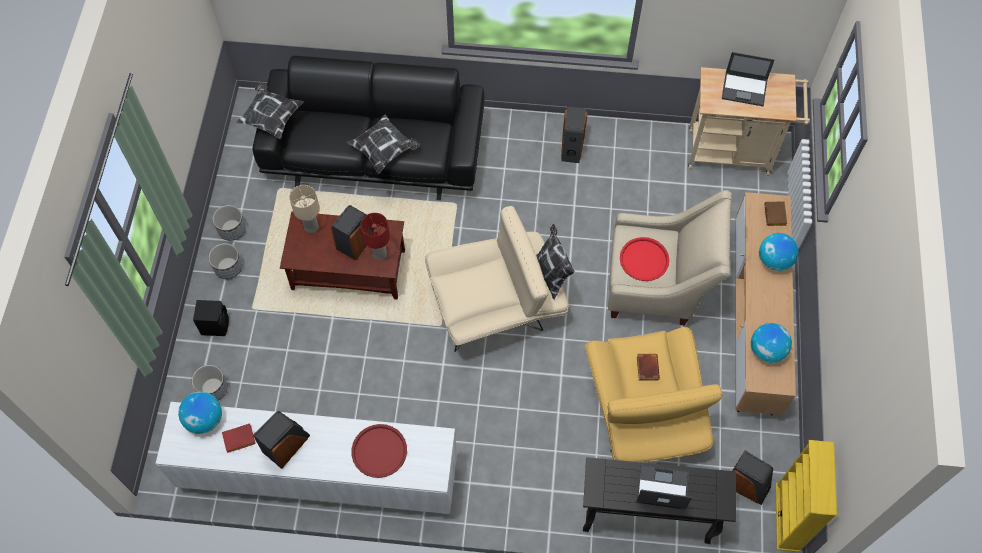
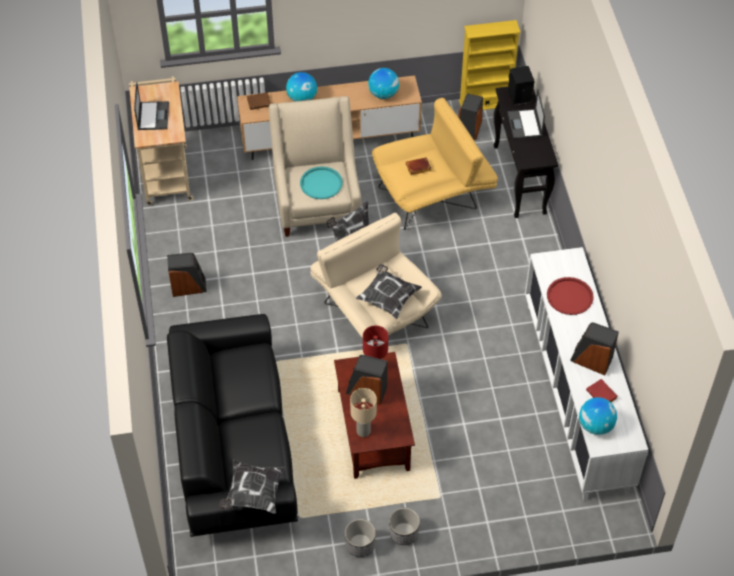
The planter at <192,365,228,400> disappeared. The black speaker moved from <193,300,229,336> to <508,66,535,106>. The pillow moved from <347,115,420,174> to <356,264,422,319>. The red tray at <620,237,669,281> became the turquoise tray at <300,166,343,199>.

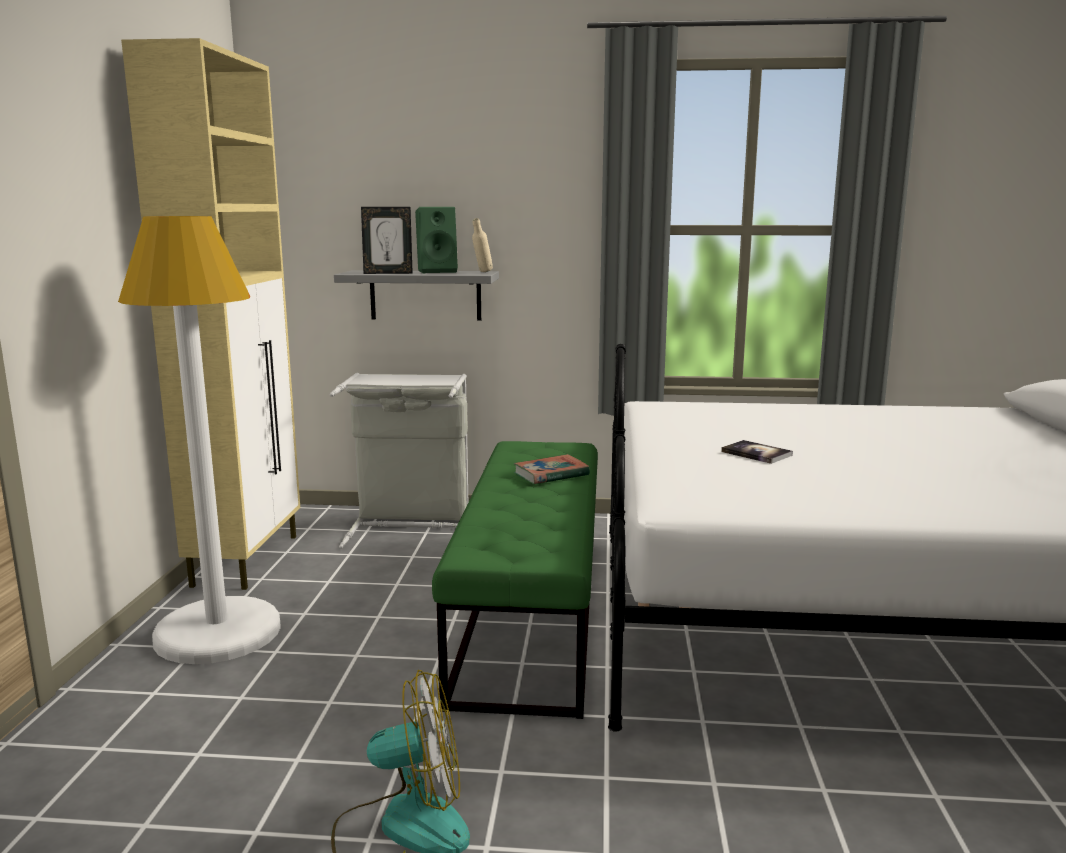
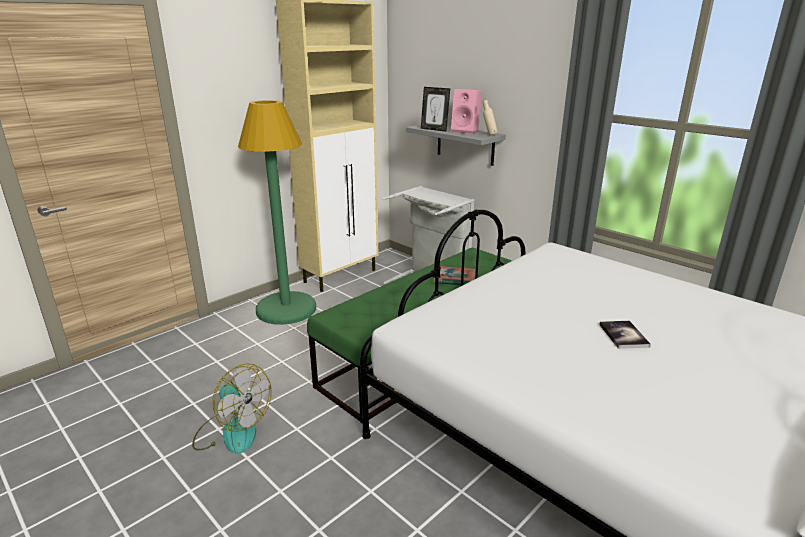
The white floor lamp at <118,216,281,664> became the green floor lamp at <238,100,316,325>. The green speaker at <415,207,458,273> became the pink speaker at <451,89,482,134>. The book moved from <721,440,793,464> to <599,321,651,349>.

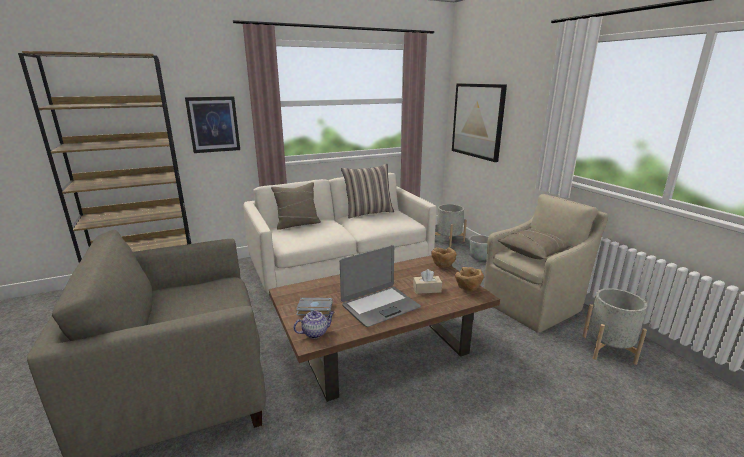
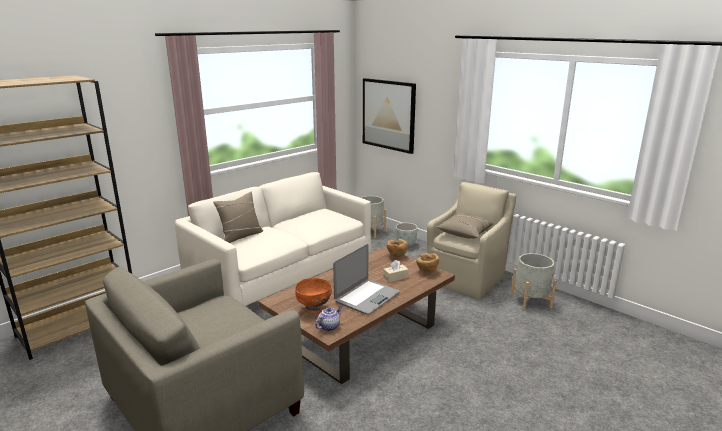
The picture at <185,96,240,153> disappeared. The grey book at <296,298,333,316> was replaced by the orange bowl at <295,278,332,314>. The pillow at <341,164,394,218> disappeared.

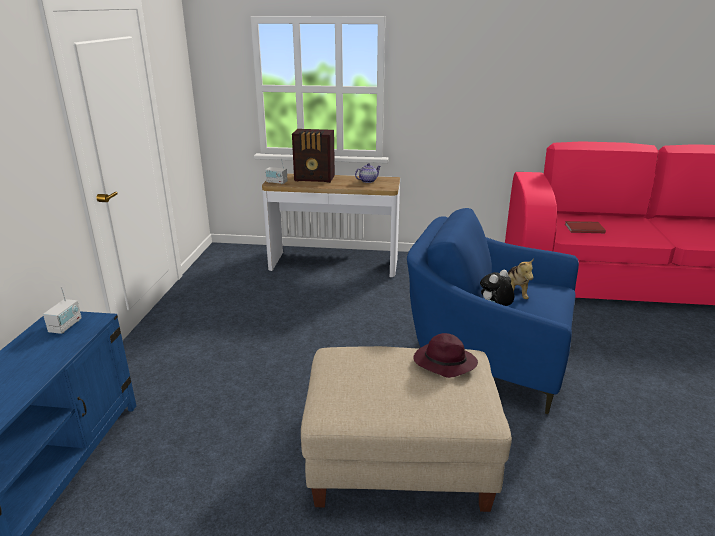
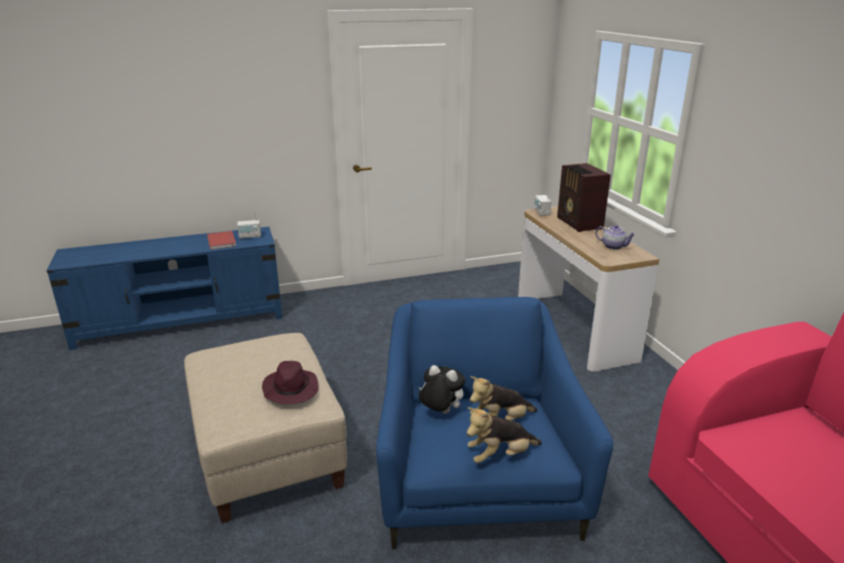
The red book moved from <565,221,606,233> to <207,231,236,250>. The plush toy at <467,407,542,463> appeared.

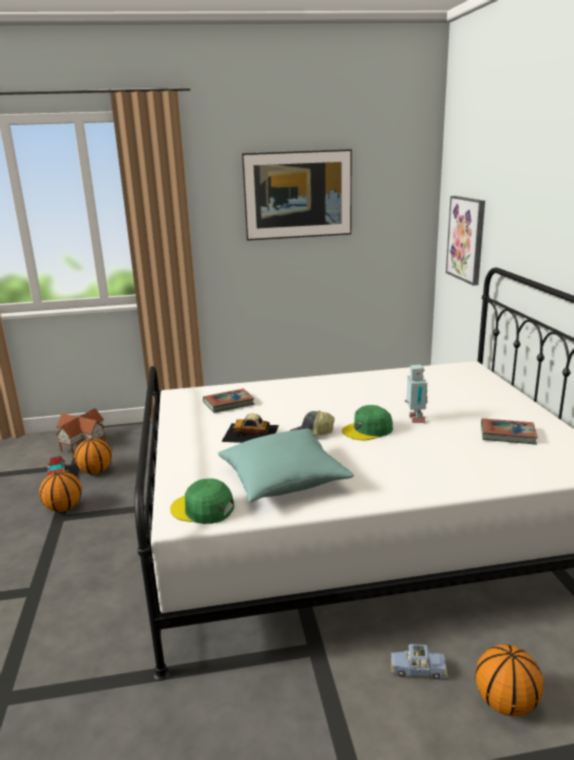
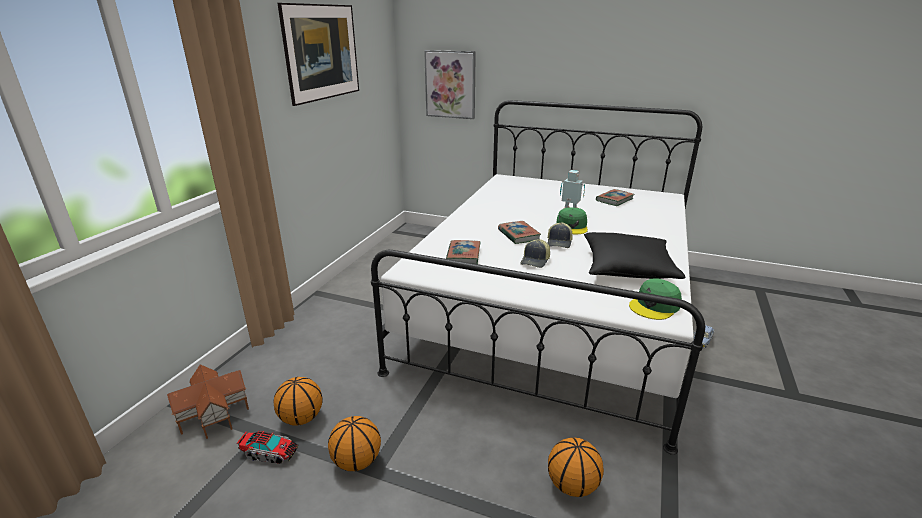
The turquoise pillow at <218,429,354,502> became the black pillow at <584,232,686,279>. The toy car at <221,413,279,443> was replaced by the cap at <520,239,550,268>. The basketball moved from <475,644,543,716> to <548,437,604,497>. The book at <498,221,541,244> appeared.

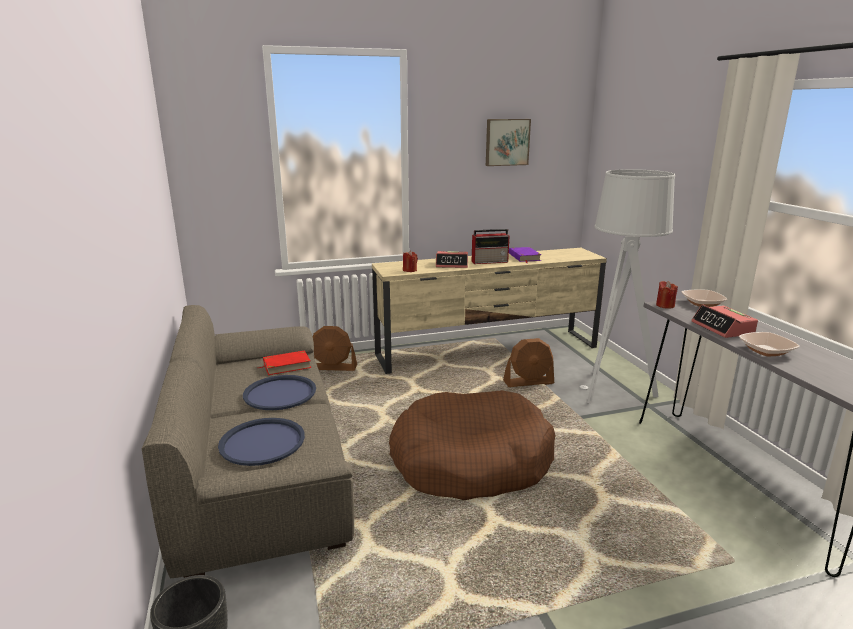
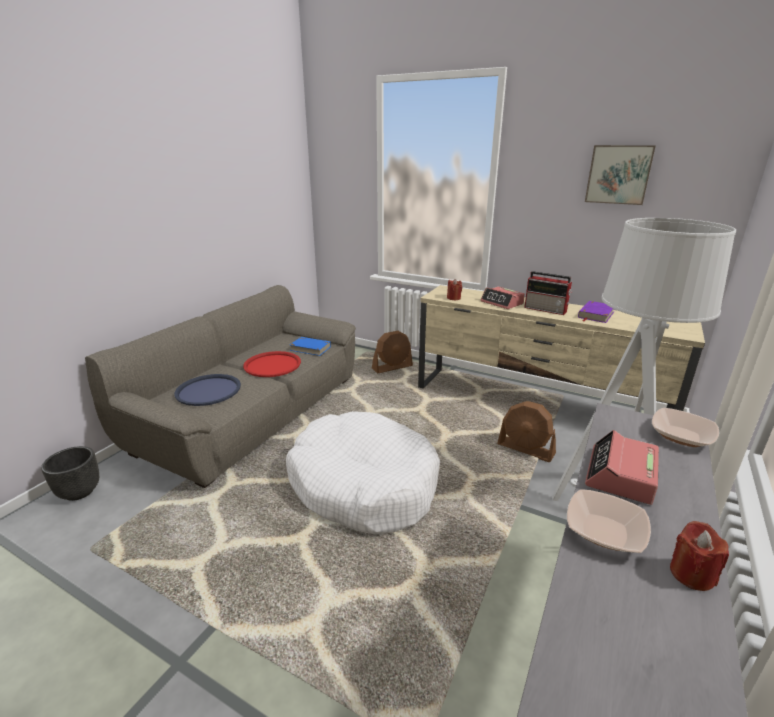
The blue tray at <243,375,316,410> became the red tray at <243,351,301,377>. The red book at <258,350,311,375> became the blue book at <290,337,331,356>. The brown fan at <313,326,357,371> turned 75 degrees counterclockwise. The brown dog bed at <389,390,555,500> became the white dog bed at <286,411,440,535>. The red candle moved from <656,281,678,309> to <670,521,729,591>.

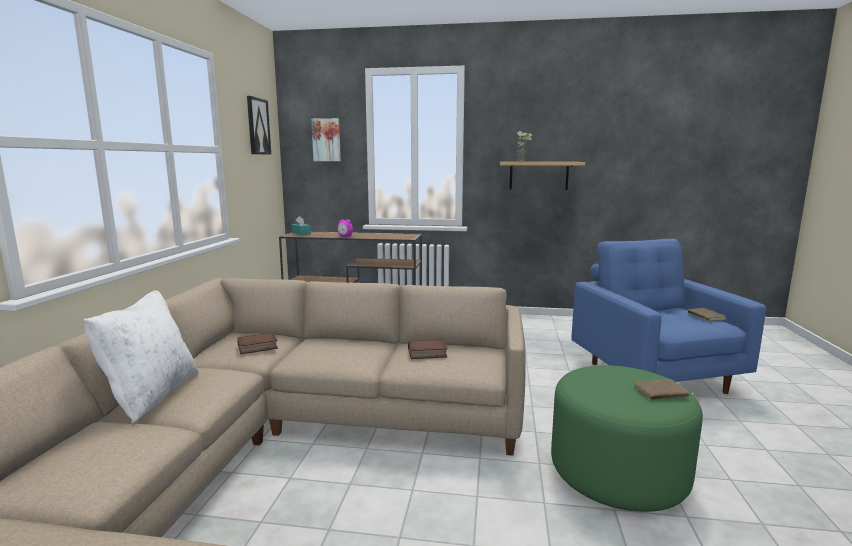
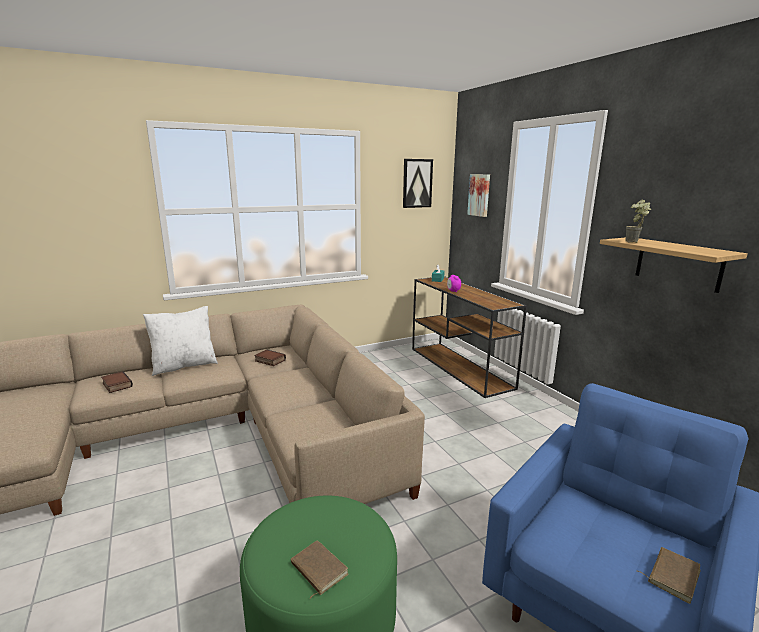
The book moved from <408,339,448,359> to <101,371,133,393>.

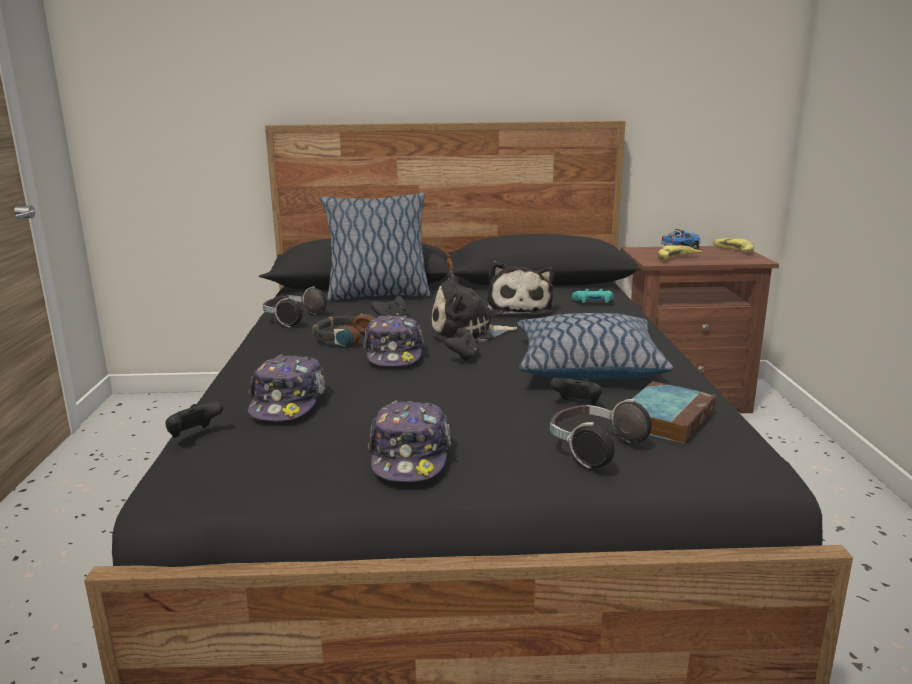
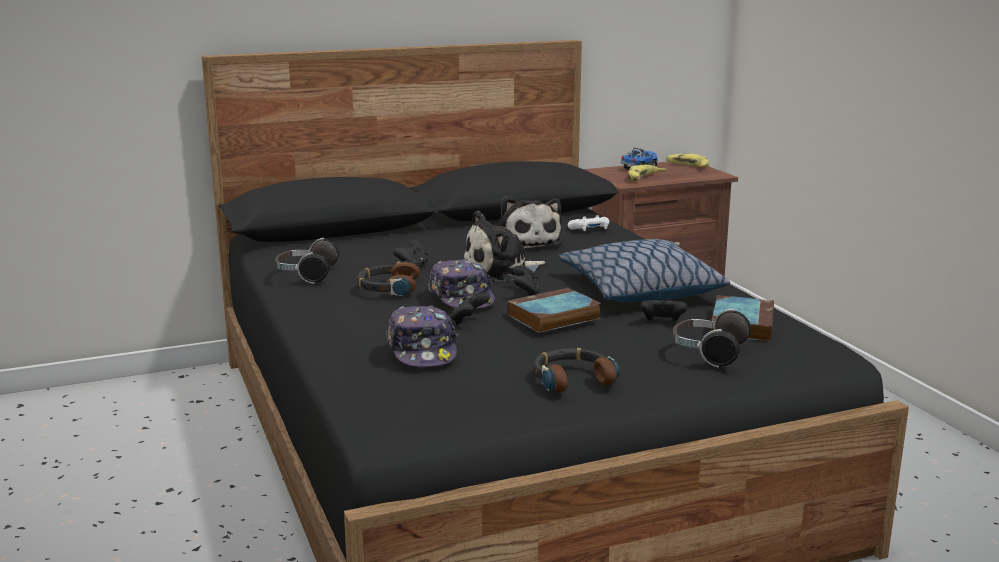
The black game controller moved from <165,402,223,438> to <451,292,490,325>. The pillow at <319,192,431,301> disappeared. The cap at <368,400,451,482> was replaced by the headphones at <533,348,620,392>. The turquoise game controller at <572,289,613,303> became the white game controller at <568,215,609,231>. The book at <507,288,601,333> appeared.

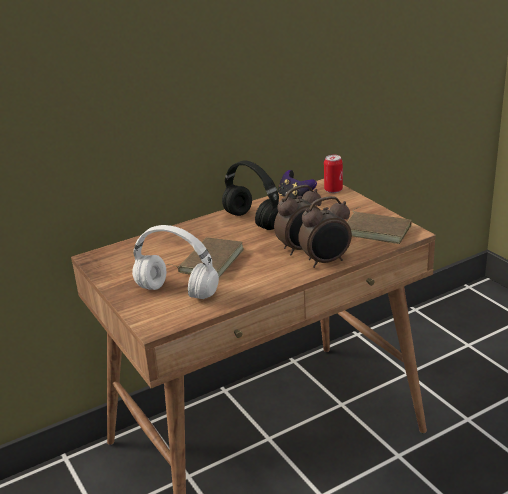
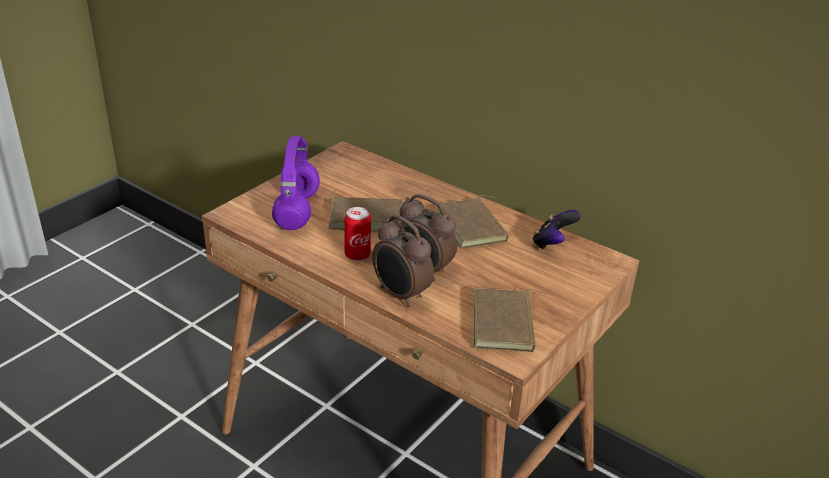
The white headphones at <132,225,219,299> became the purple headphones at <272,136,320,230>. The black headphones at <222,161,279,230> was replaced by the brown book at <436,195,509,249>. The can moved from <324,155,343,193> to <344,207,371,261>.

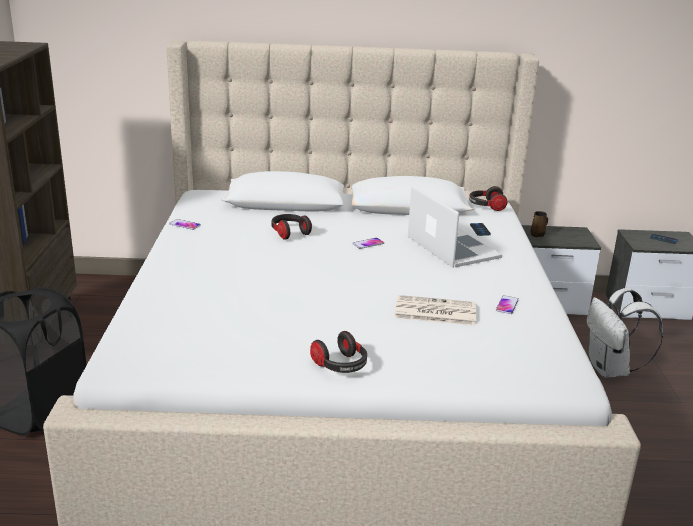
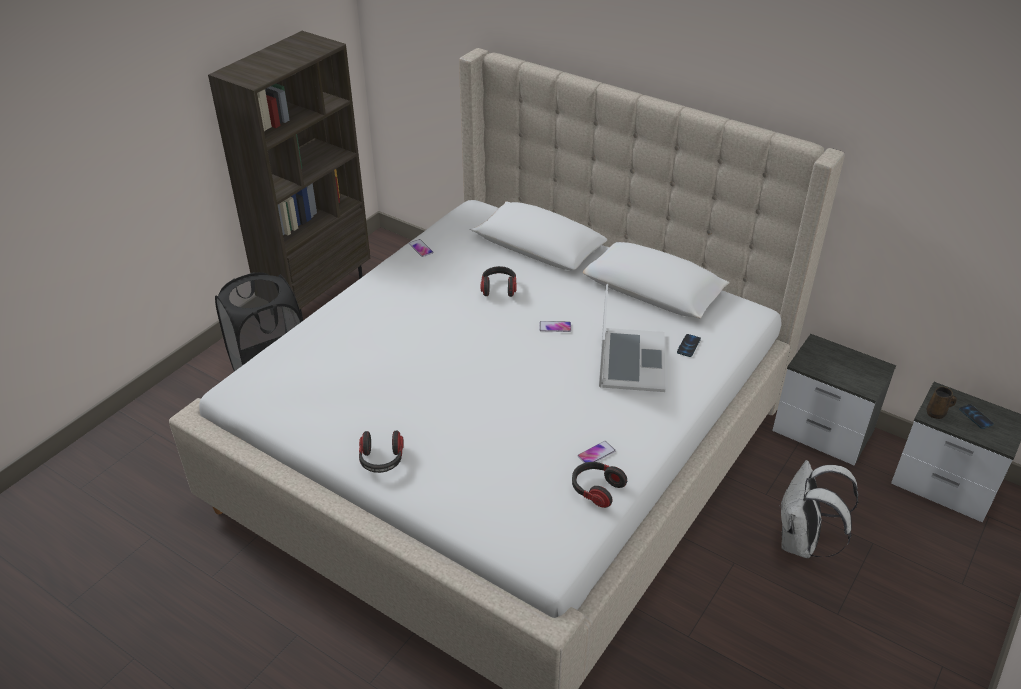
The newspaper at <394,295,476,326> disappeared. The headphones moved from <469,186,507,211> to <572,462,627,508>. The brown mug moved from <530,211,548,237> to <926,386,957,419>.

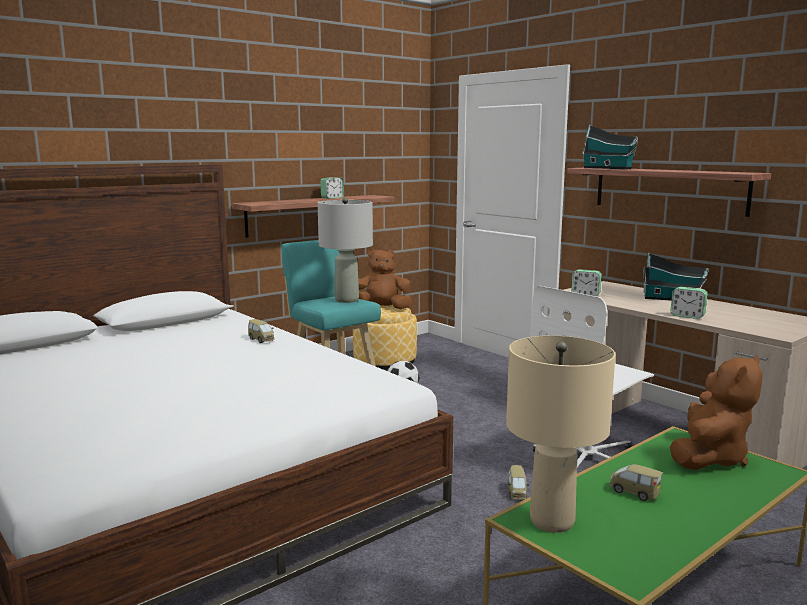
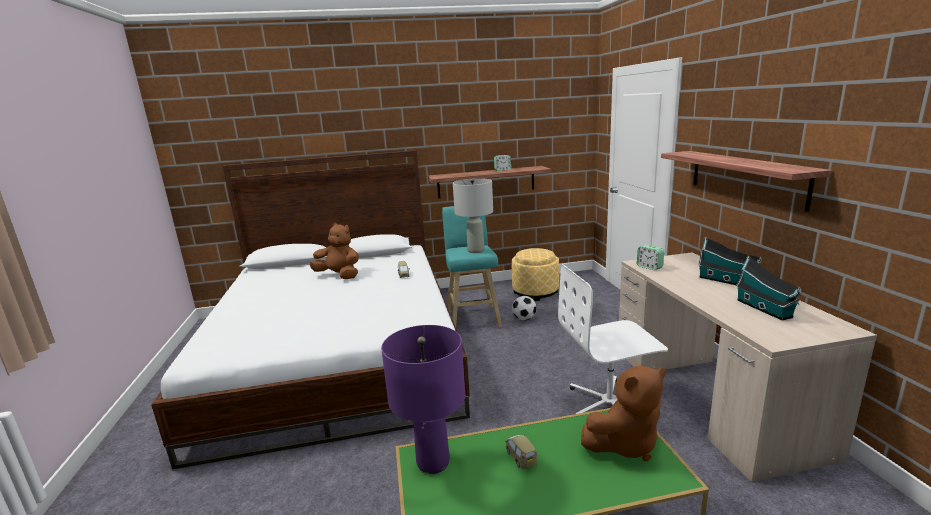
The brown plush toy moved from <358,248,412,309> to <310,223,359,279>. The beige table lamp at <506,336,616,533> became the purple table lamp at <381,325,465,474>. The toy car at <508,465,529,500> disappeared. The toy house moved from <582,125,638,169> to <736,255,801,320>. The alarm clock at <670,287,707,319> disappeared.

